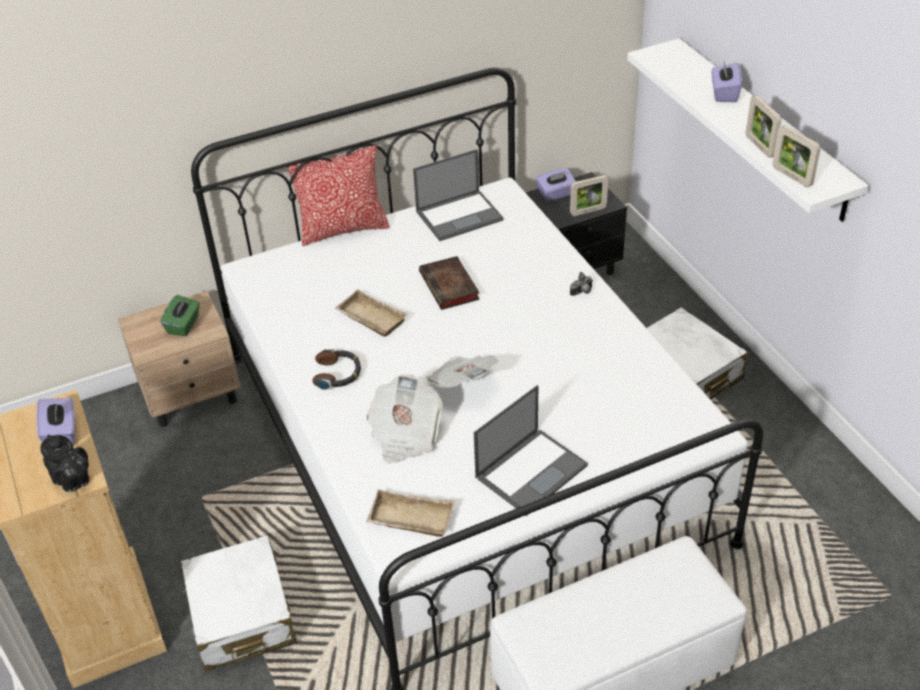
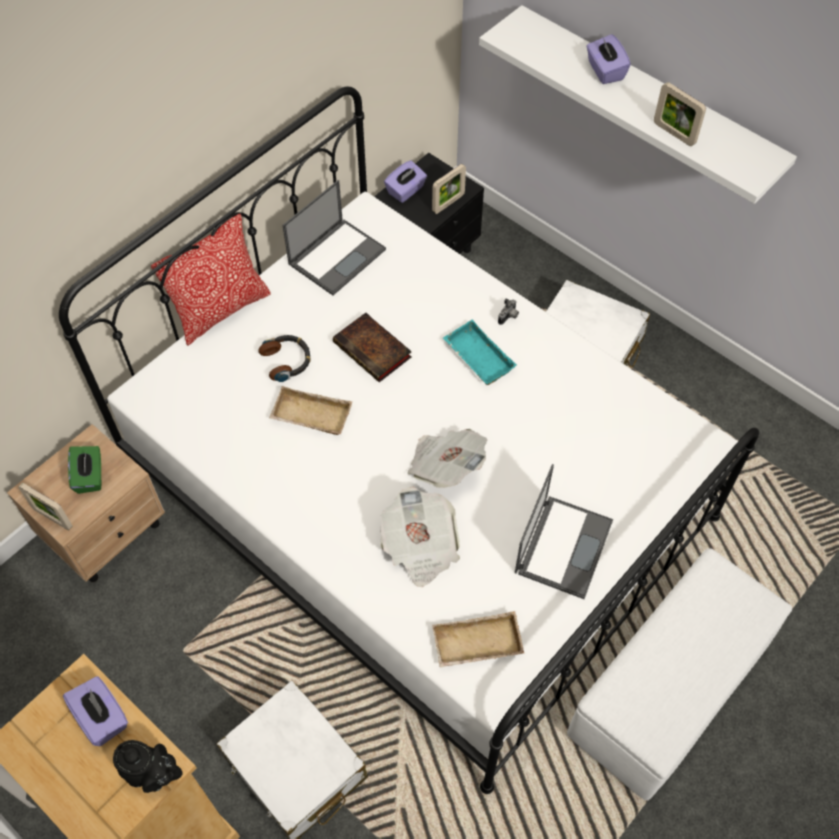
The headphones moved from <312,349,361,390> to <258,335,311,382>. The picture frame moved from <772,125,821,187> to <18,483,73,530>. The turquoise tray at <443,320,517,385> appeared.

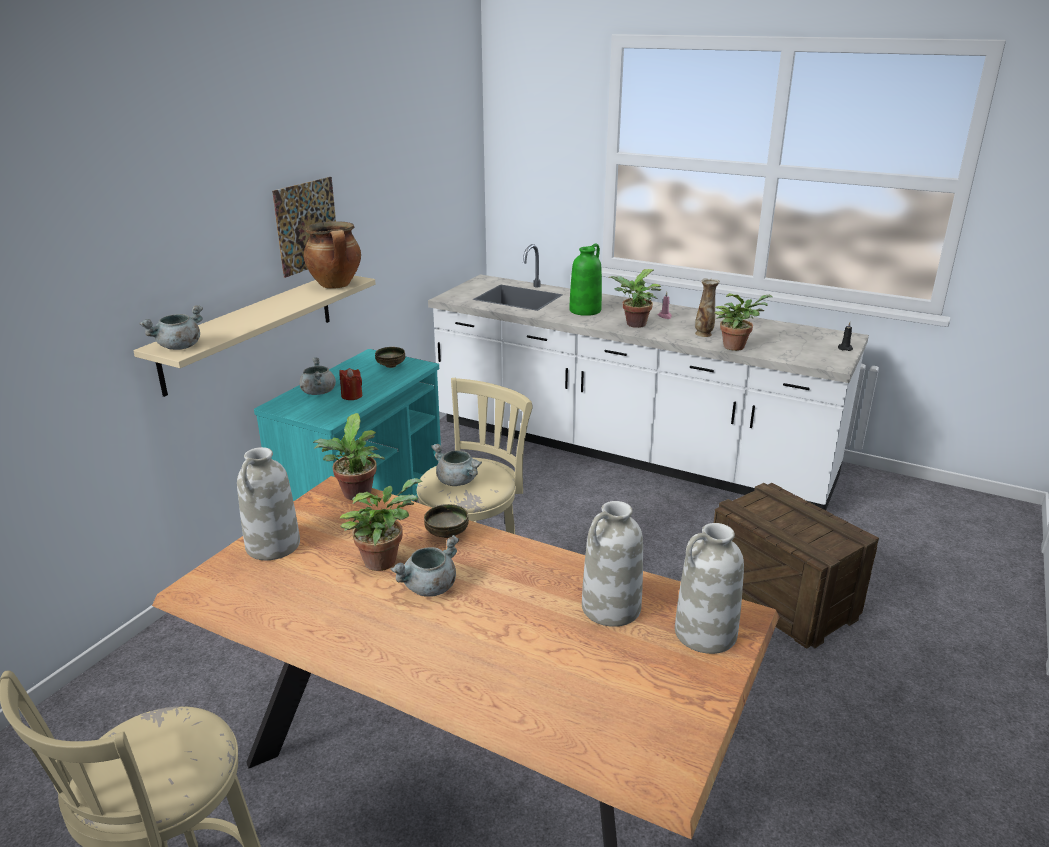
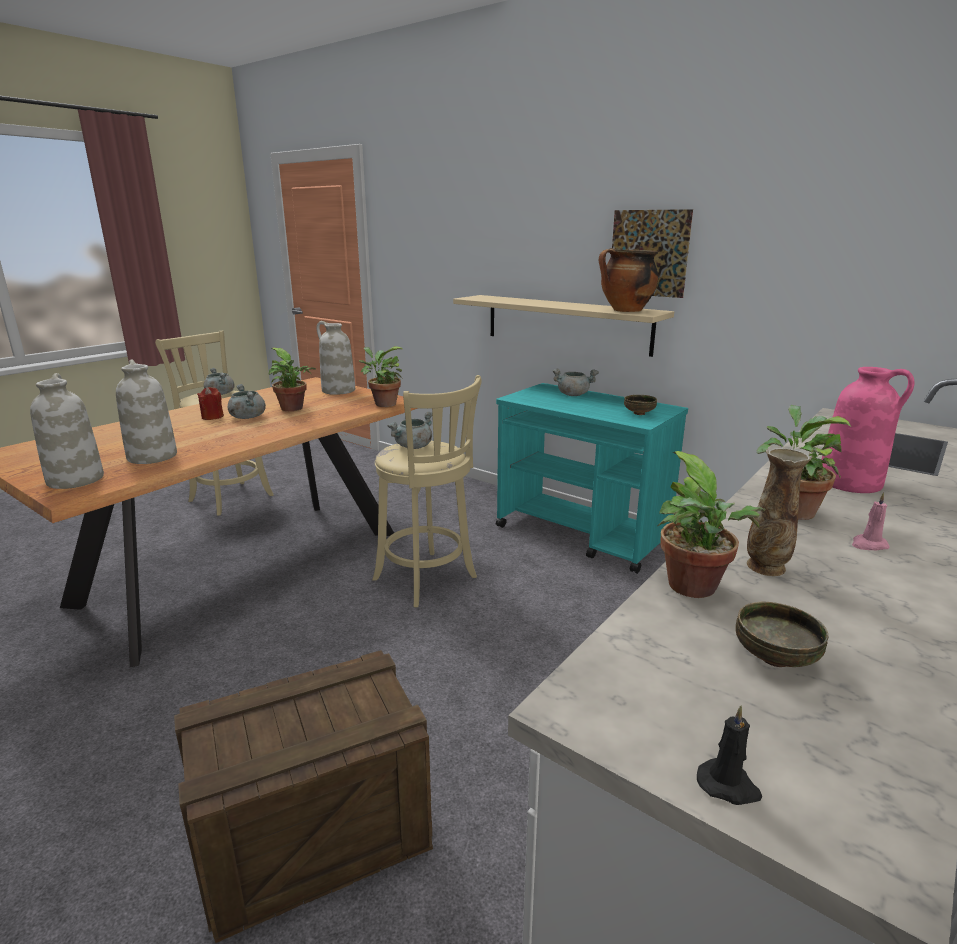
The grey cooking pot moved from <139,305,203,350> to <204,368,235,395>. The red candle moved from <339,368,362,400> to <197,387,224,420>. The bowl moved from <424,504,469,538> to <735,602,828,667>. The green vase at <569,243,602,316> became the pink vase at <821,367,914,493>.

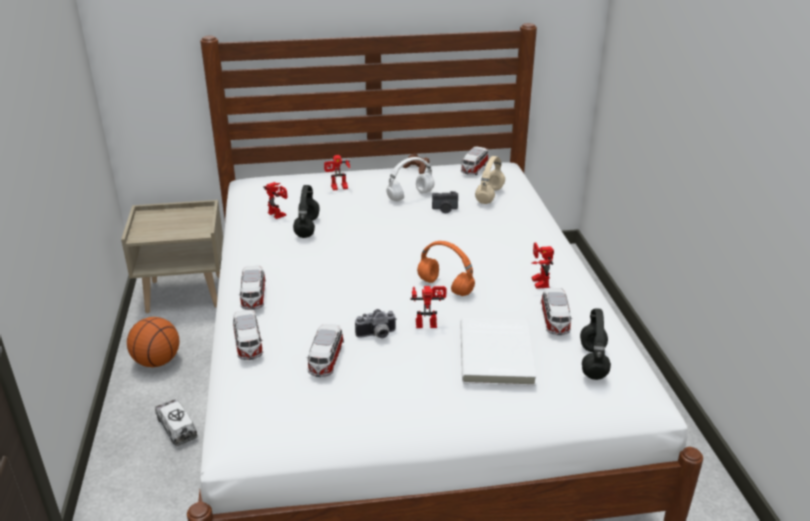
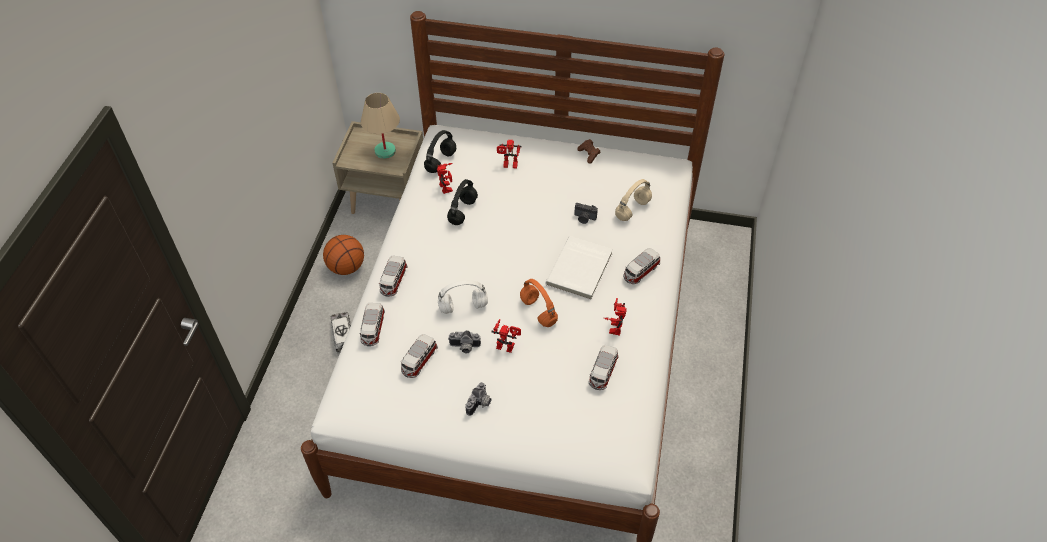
The white headphones moved from <386,157,435,201> to <438,280,488,314>. The white book moved from <460,318,536,386> to <545,236,613,300>. The toy car moved from <461,146,489,175> to <623,248,660,284>. The black headphones moved from <580,308,611,380> to <424,130,456,173>. The beige table lamp at <361,93,400,159> appeared. The photo camera at <465,382,492,416> appeared.

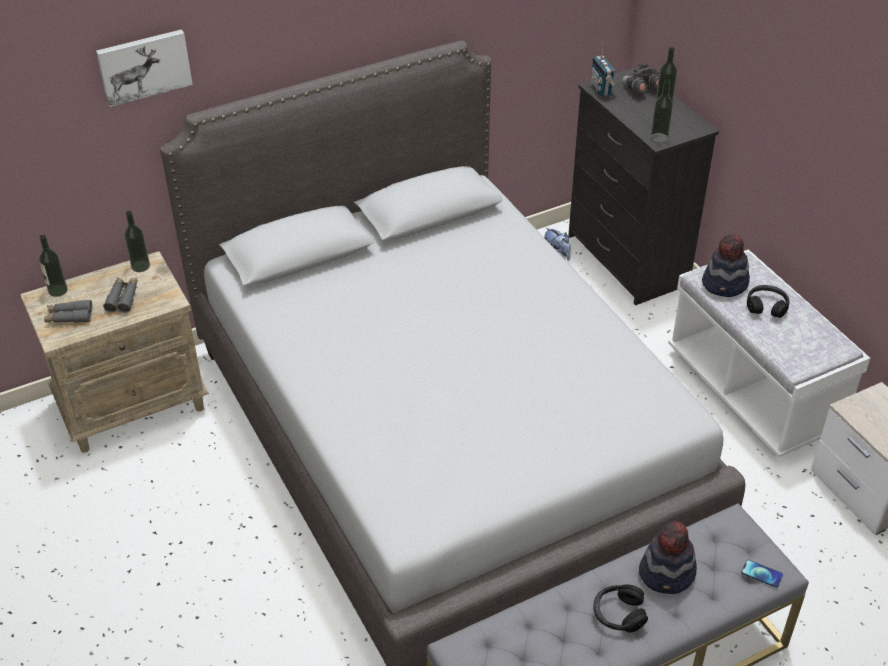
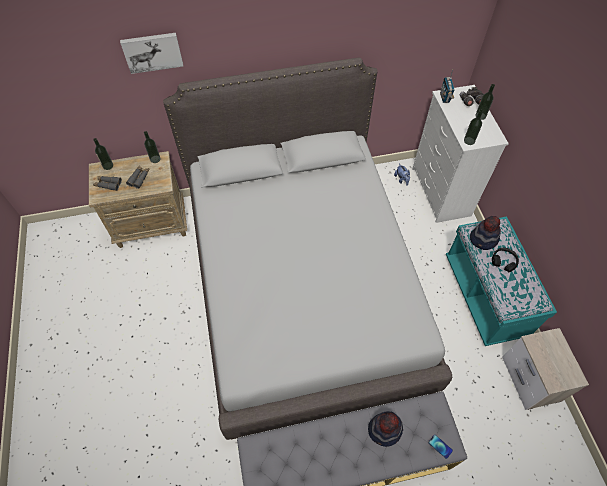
The black dresser at <568,67,719,305> became the white dresser at <413,85,509,223>. The black headphones at <593,584,648,633> disappeared. The white bench at <668,249,870,458> became the turquoise bench at <446,217,557,346>.

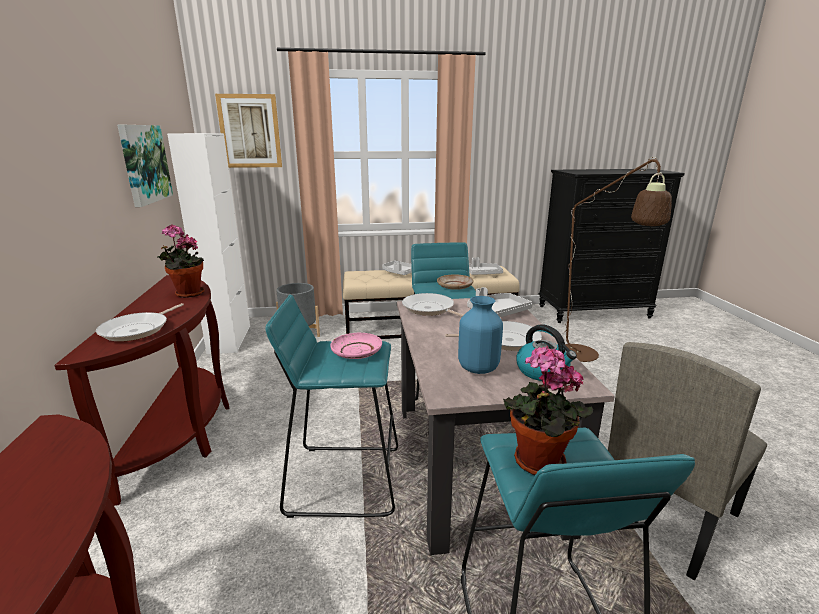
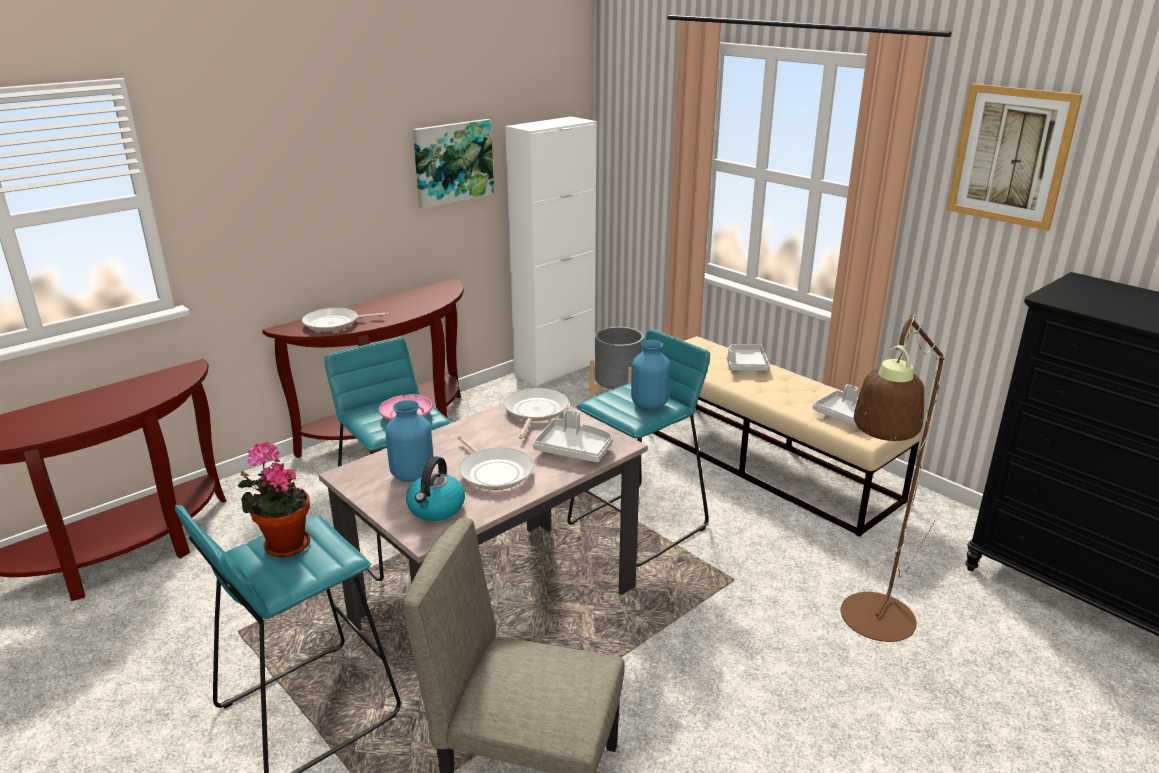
The potted plant at <158,224,205,298> disappeared. The picture moved from <215,94,282,168> to <947,84,1083,231>. The beige plate at <437,275,473,290> was replaced by the blue vase at <631,340,670,410>.

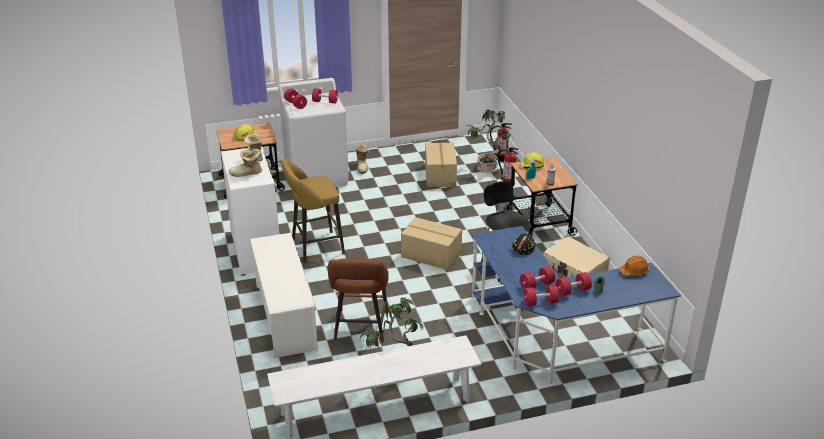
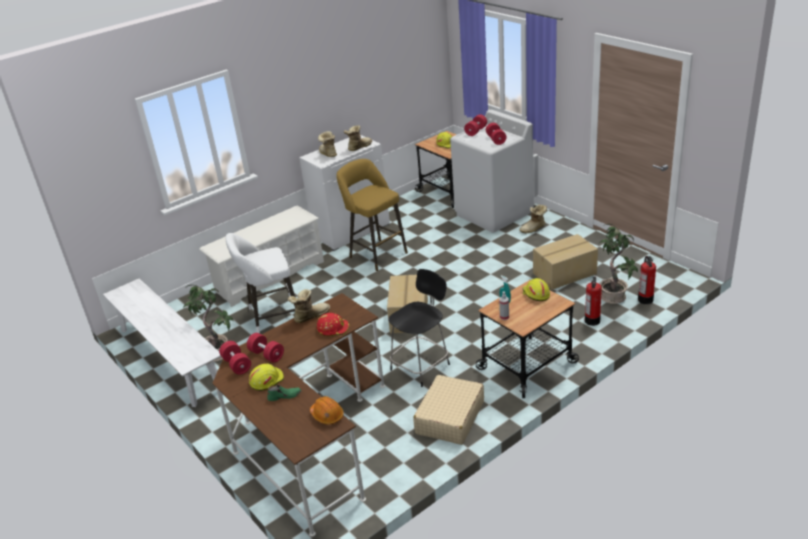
The brown stool at <328,258,389,342> became the white stool at <226,233,296,333>. The blue desk at <471,226,681,386> became the brown desk at <213,293,385,537>. The black hard hat at <512,233,536,255> became the red hard hat at <317,313,349,336>. The red dumbbell at <556,272,592,296> was replaced by the yellow hard hat at <249,363,284,391>. The boot at <288,289,330,323> appeared.

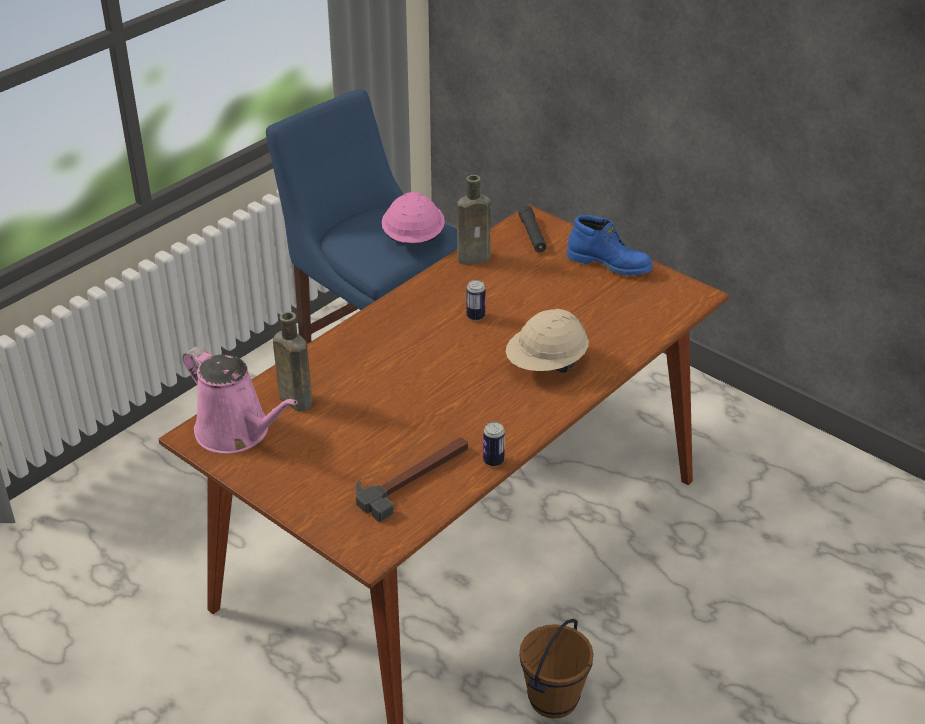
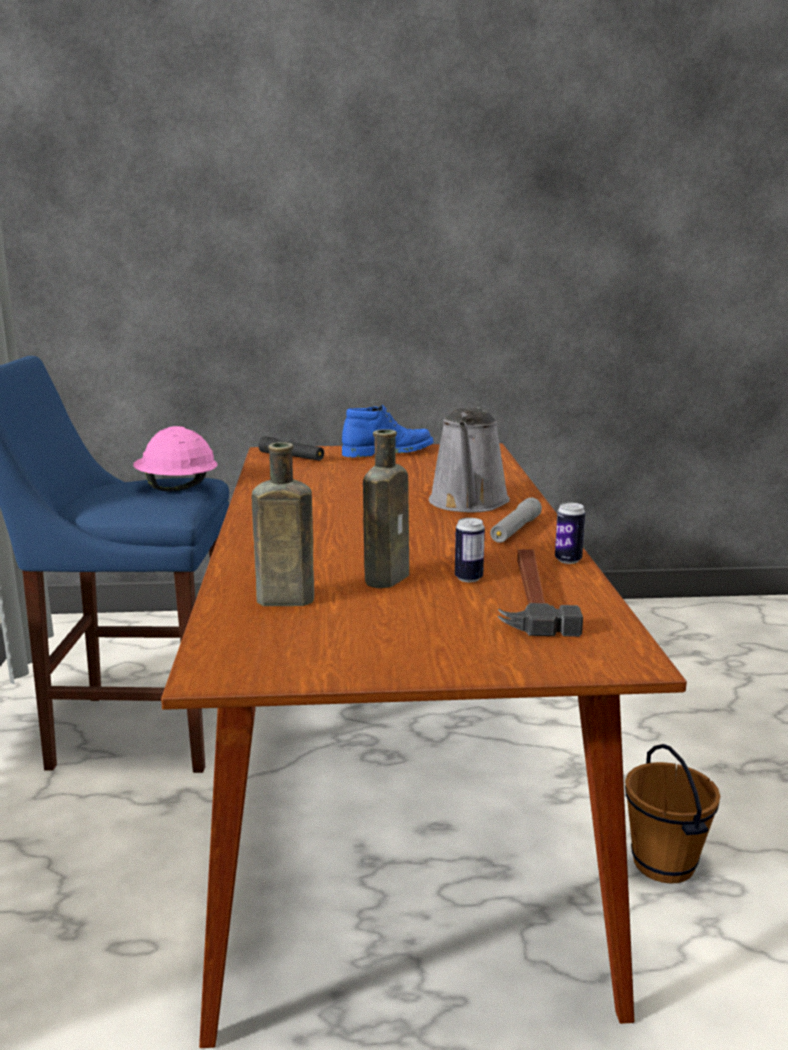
The pink watering can at <183,346,298,454> disappeared. The brown bottle moved from <457,175,491,265> to <363,429,409,588>. The can moved from <467,280,485,321> to <455,518,485,582>. The beige hard hat at <506,309,589,373> was replaced by the grey watering can at <429,407,510,512>. The grey flashlight at <490,497,542,543> appeared.

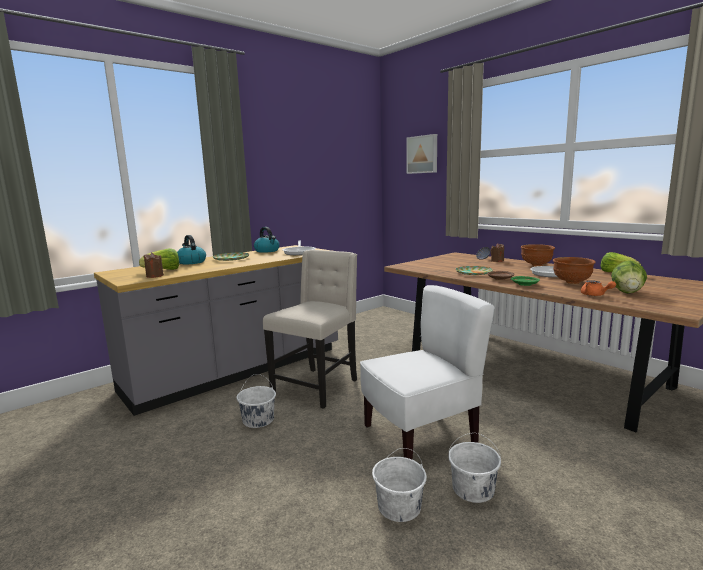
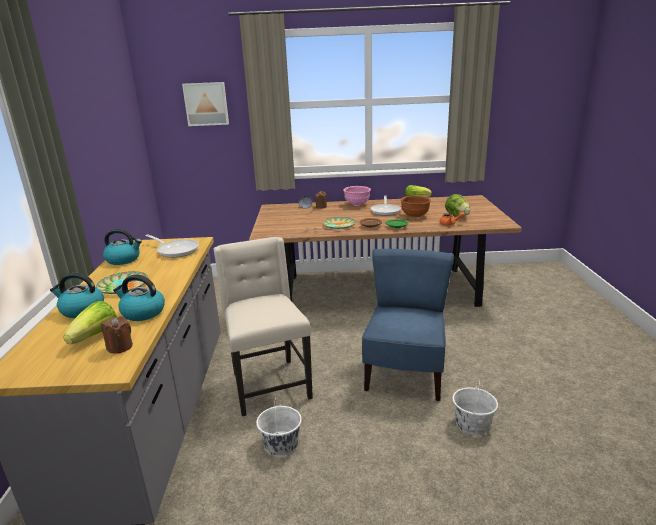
The white chair at <360,285,495,460> became the blue chair at <362,249,454,401>. The white bucket at <448,433,501,503> disappeared. The brown bowl at <521,244,555,266> became the pink bowl at <343,186,371,206>. The kettle at <113,275,165,321> appeared.

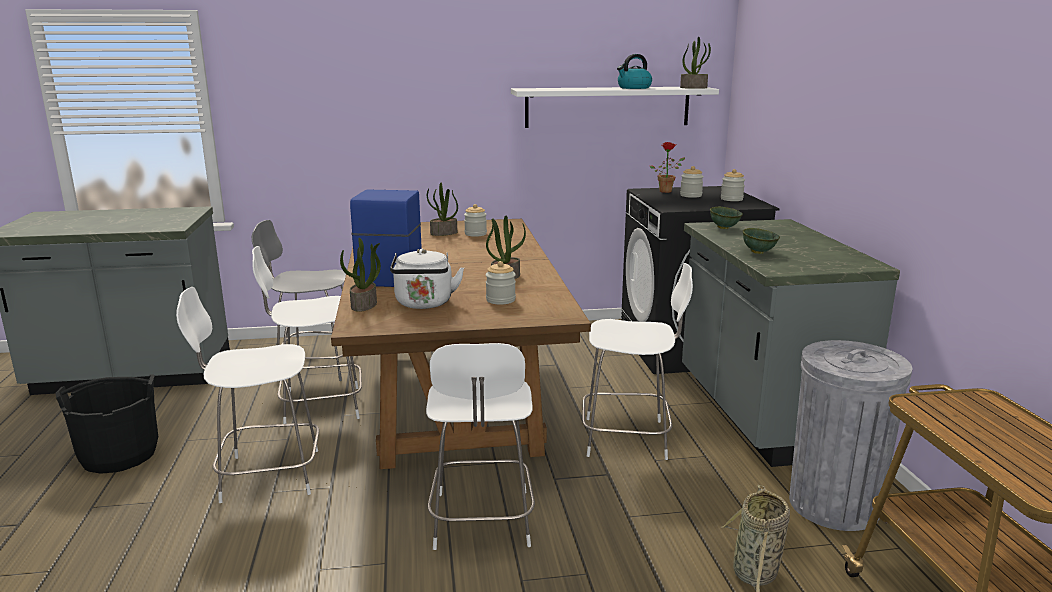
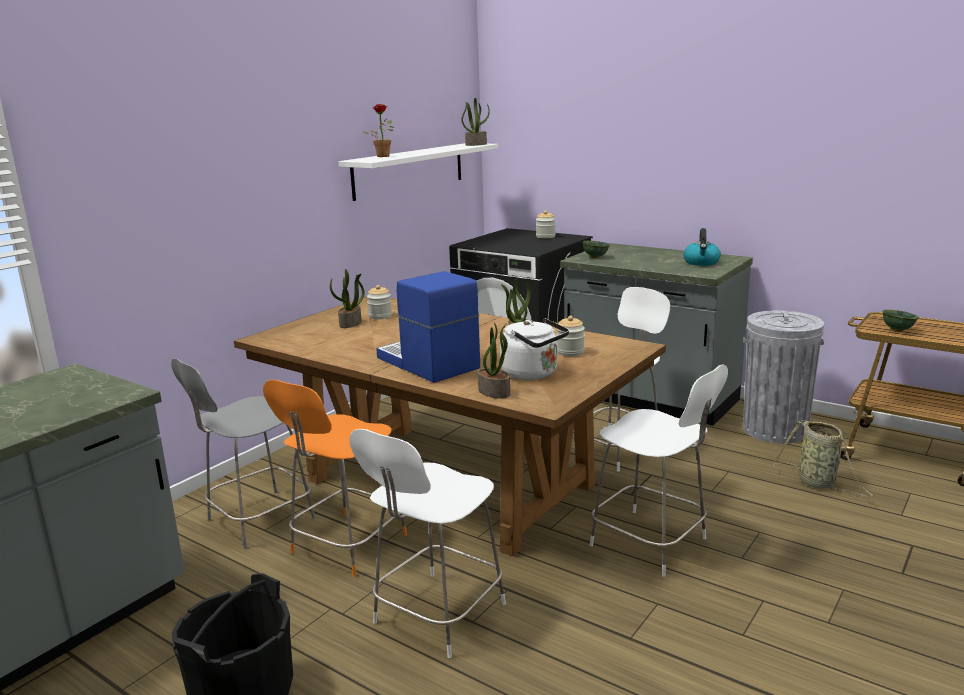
The white chair at <252,246,362,427> became the orange chair at <263,380,407,577>. The kettle moved from <617,54,652,89> to <683,228,721,266>. The potted plant moved from <650,142,685,193> to <363,104,394,157>. The jar at <680,166,704,198> disappeared. The green bowl moved from <743,228,780,254> to <882,310,919,332>.

